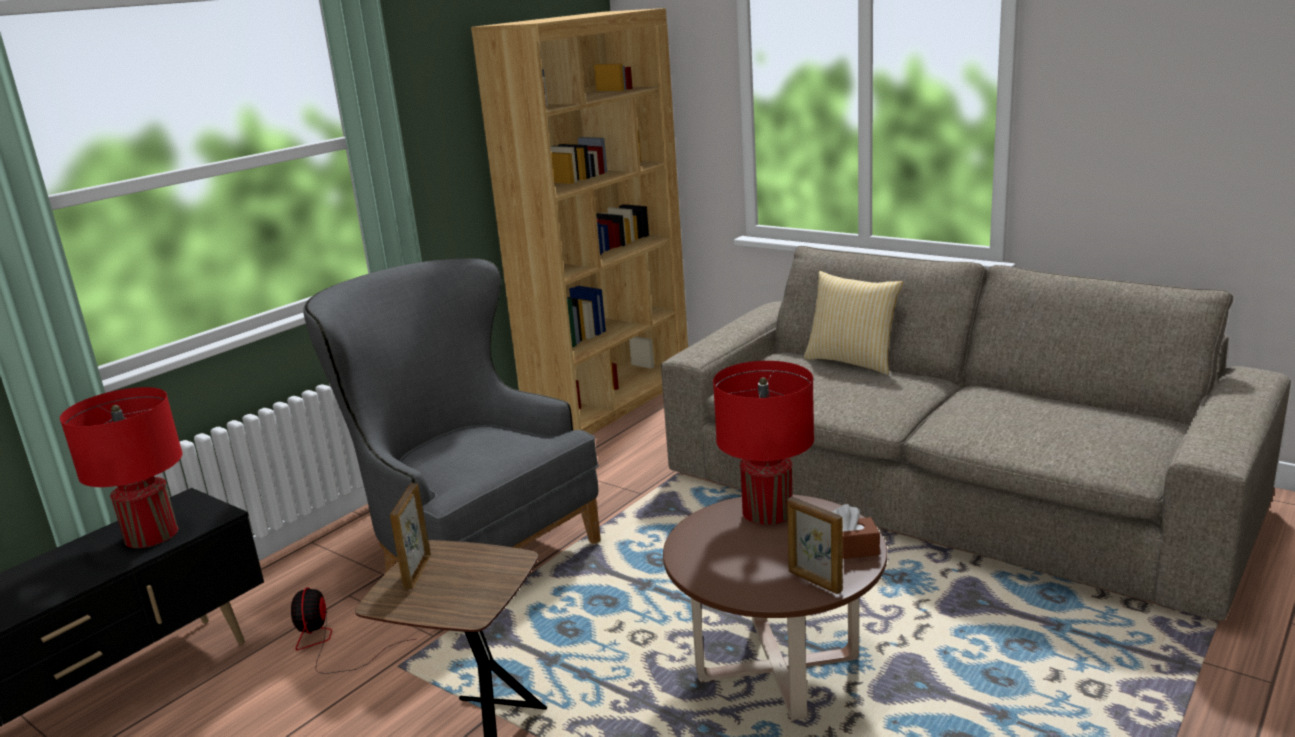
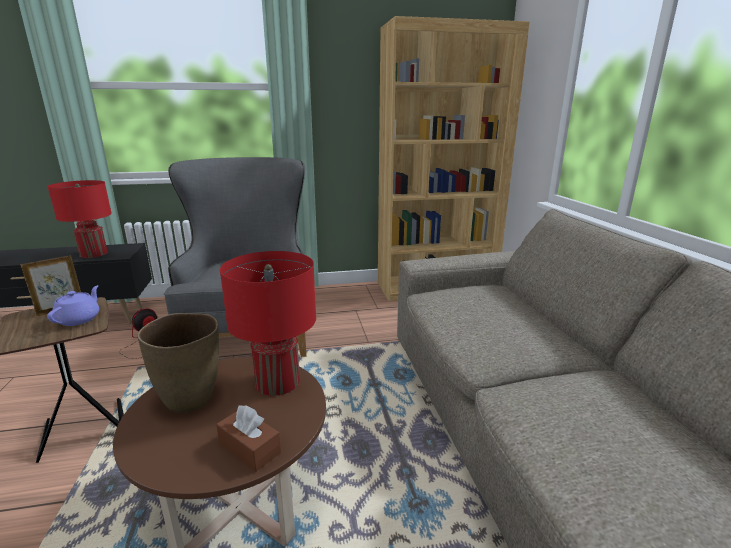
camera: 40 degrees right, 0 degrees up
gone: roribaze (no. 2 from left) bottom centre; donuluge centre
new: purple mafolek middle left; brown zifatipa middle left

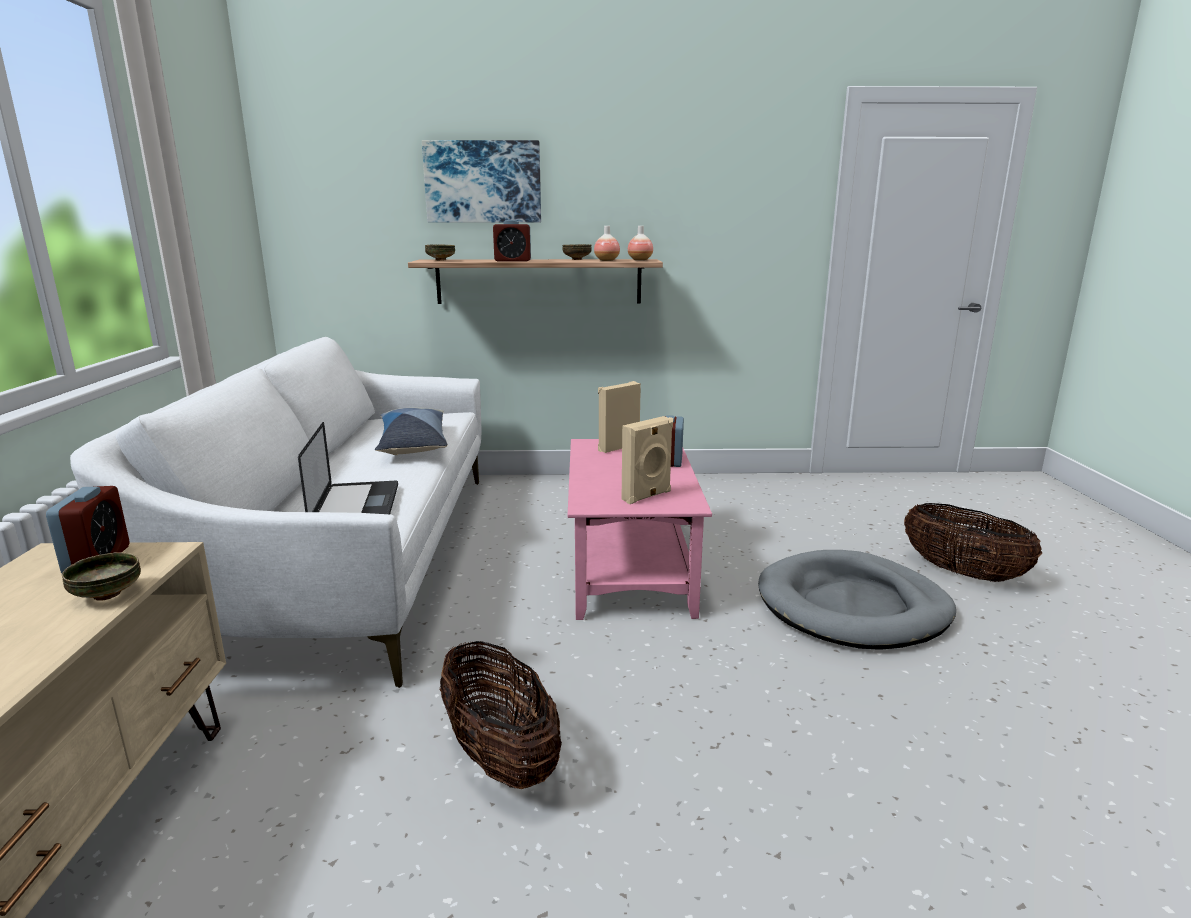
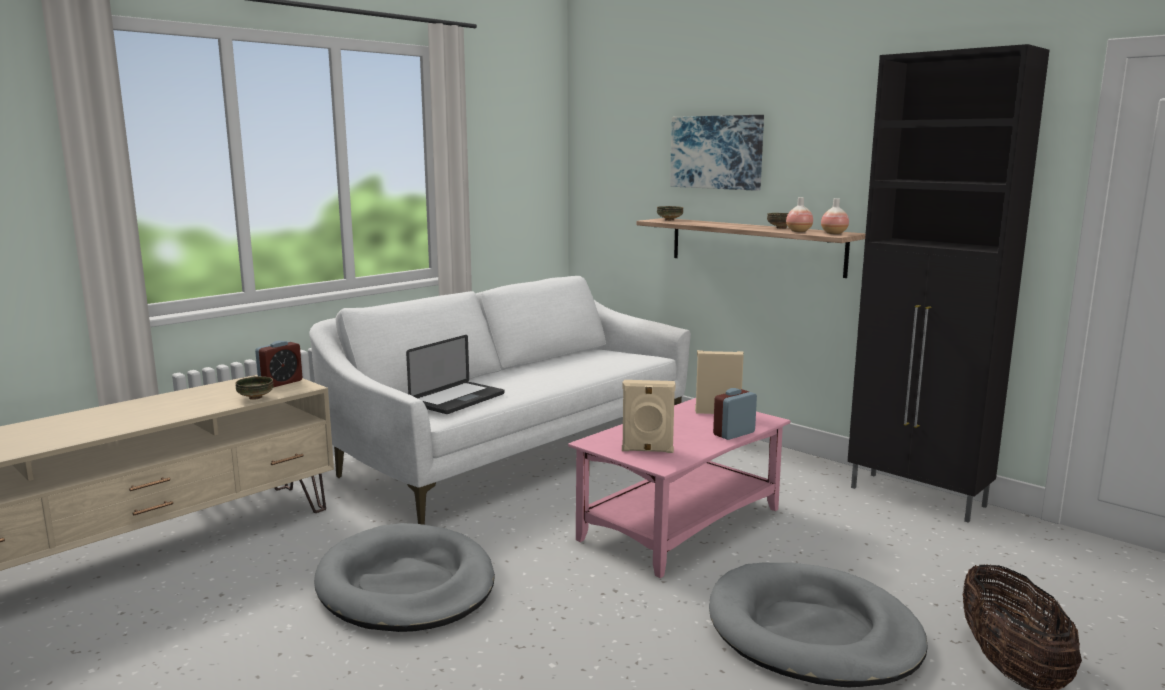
camera: 45 degrees right, 5 degrees down
gone: donuluge centre; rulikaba (no. 2 from left) top centre
new: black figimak middle right
swapped: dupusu (no. 1 from left) bottom centre to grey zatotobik (no. 1 from left) bottom centre

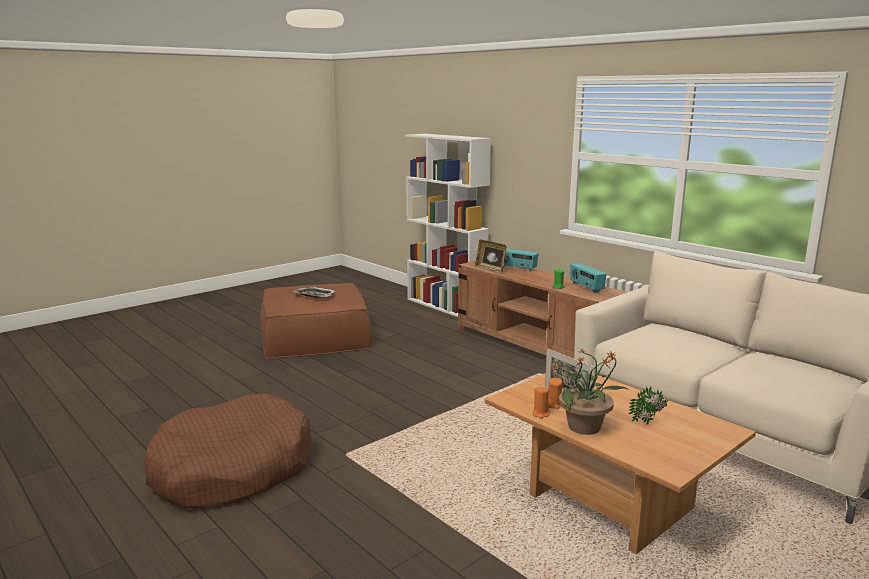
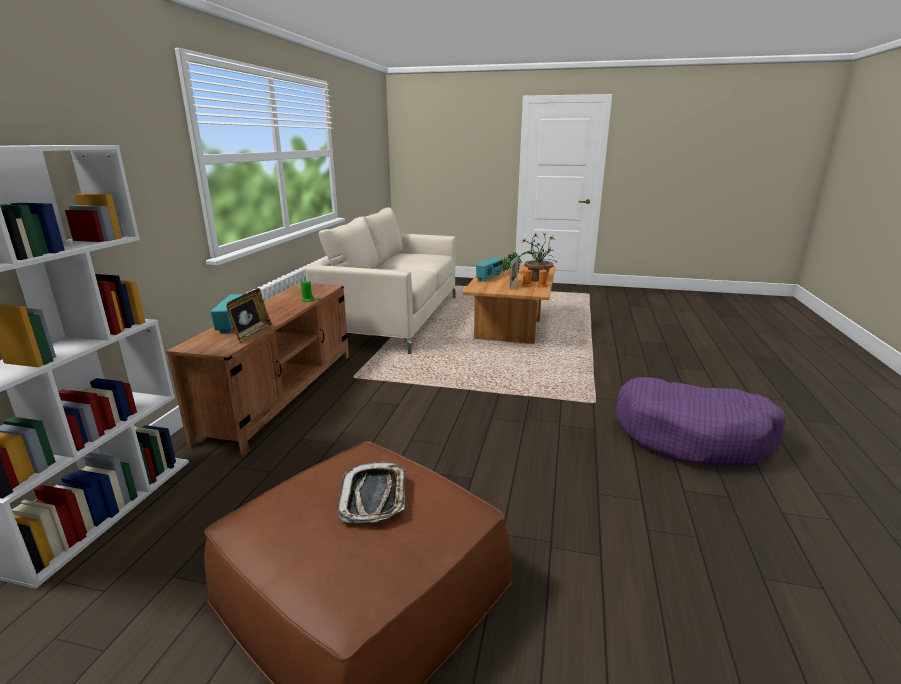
camera: 125 degrees left, 5 degrees up
shifted: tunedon (no. 2 from left) middle right to centre
repainted: brown zatotobik bottom left to purple zatotobik middle right

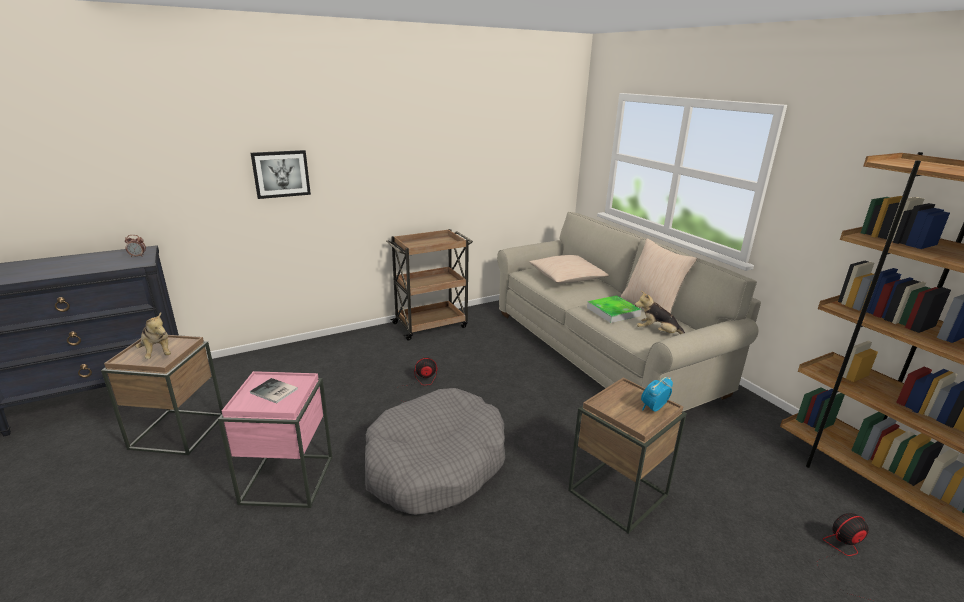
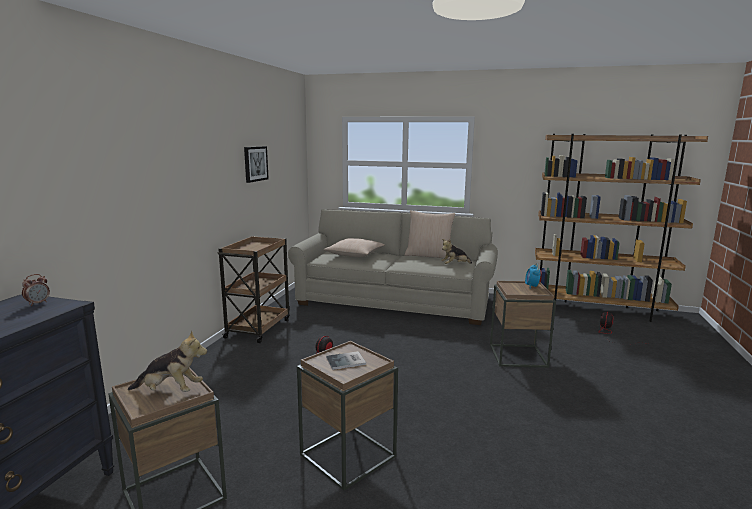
camera: 45 degrees left, 10 degrees down
gone: grey zatotobik bottom centre; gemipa centre
shifted: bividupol top left to top centre
repainted: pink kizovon bottom left to brown kizovon (no. 2 from left) bottom centre

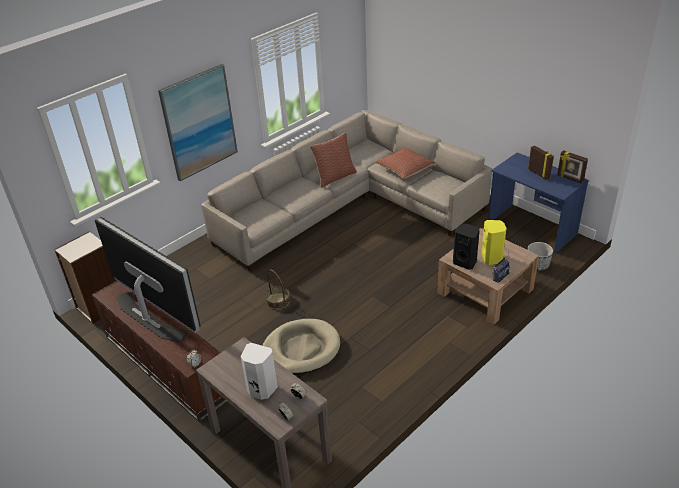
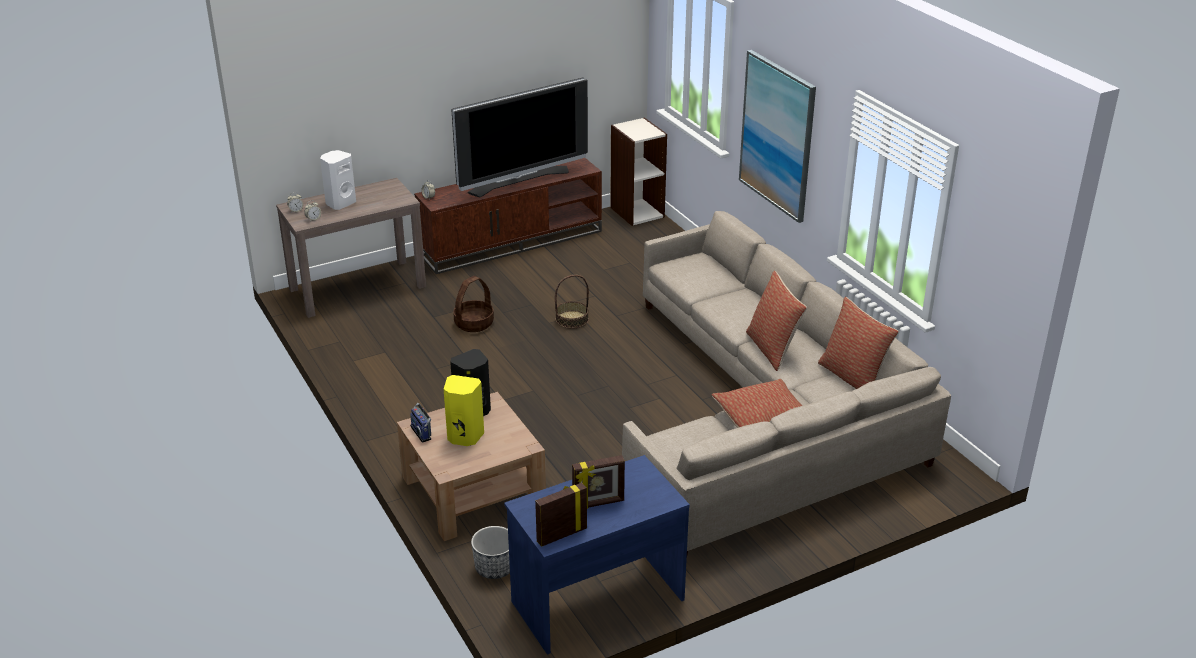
camera: 105 degrees right, 5 degrees down
new: donuluge (no. 3 from left) middle right
swapped: beige zatotobik bottom centre to dupusu (no. 1 from left) centre

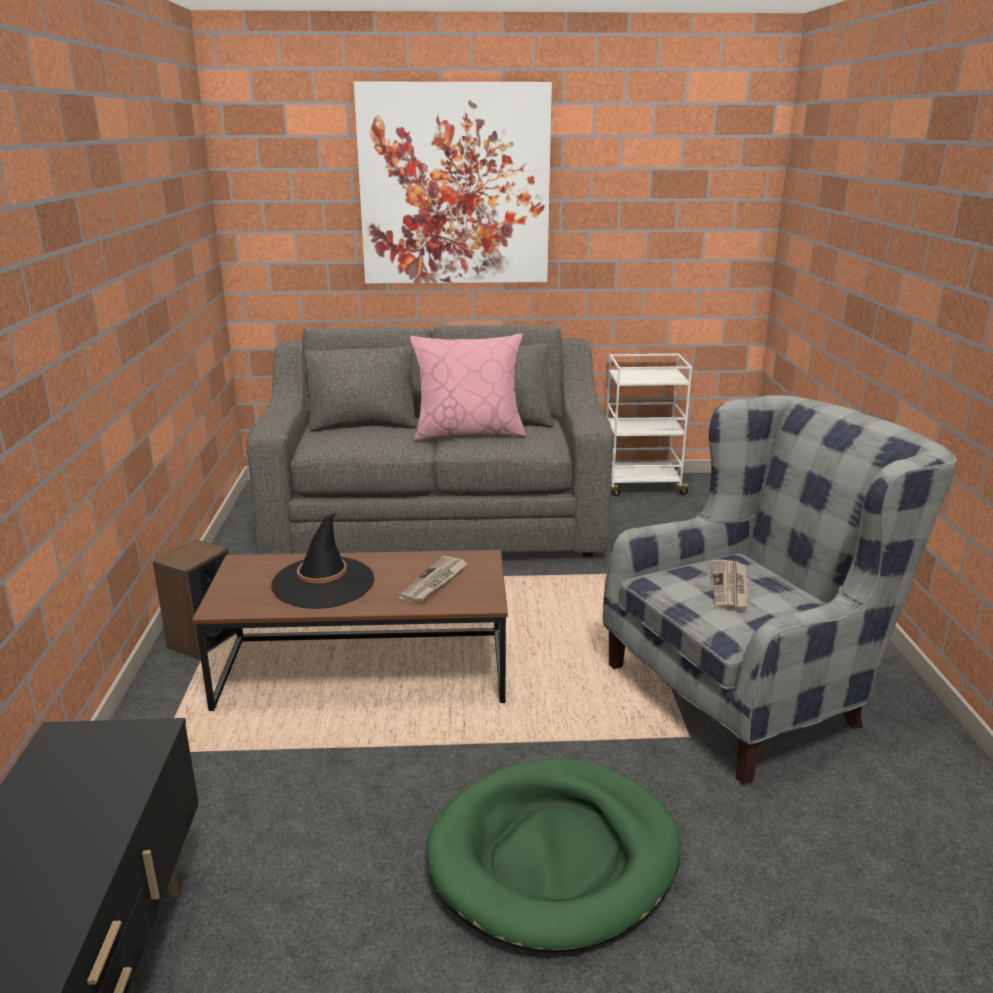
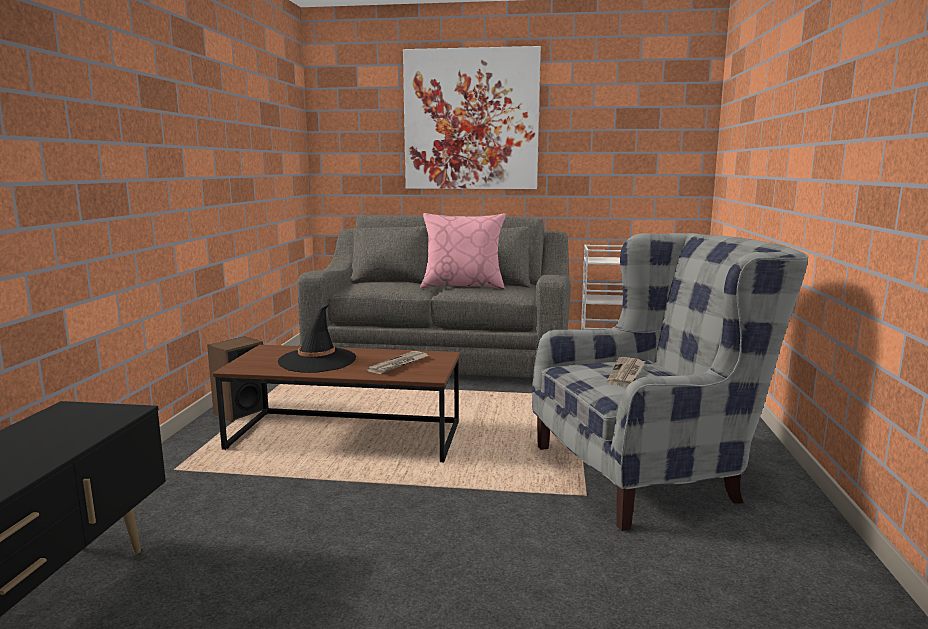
camera: 10 degrees right, 10 degrees down
gone: green zatotobik bottom centre

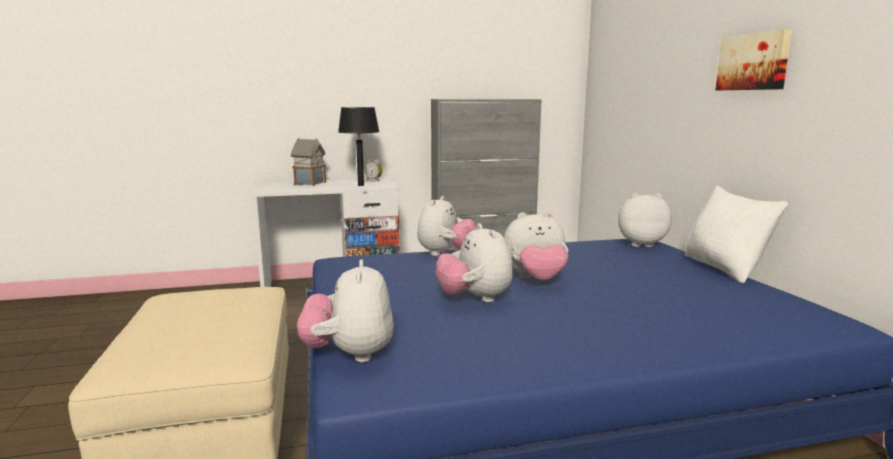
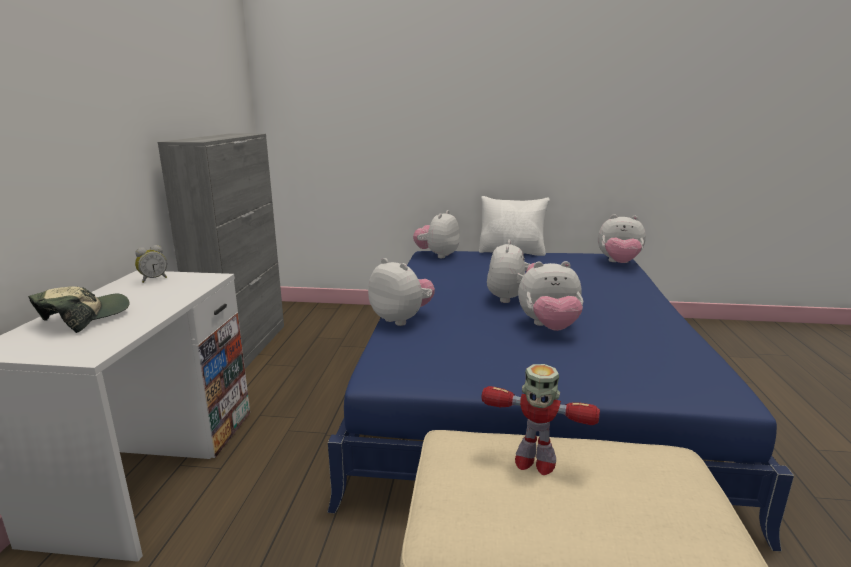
camera: 70 degrees left, 5 degrees up
gone: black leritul top centre; bividupol top right
new: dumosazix bottom centre
shifted: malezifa (no. 1 from left in the first image) bottom centre to malezifa (no. 5 from left) middle right
swapped: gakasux centre to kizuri middle left

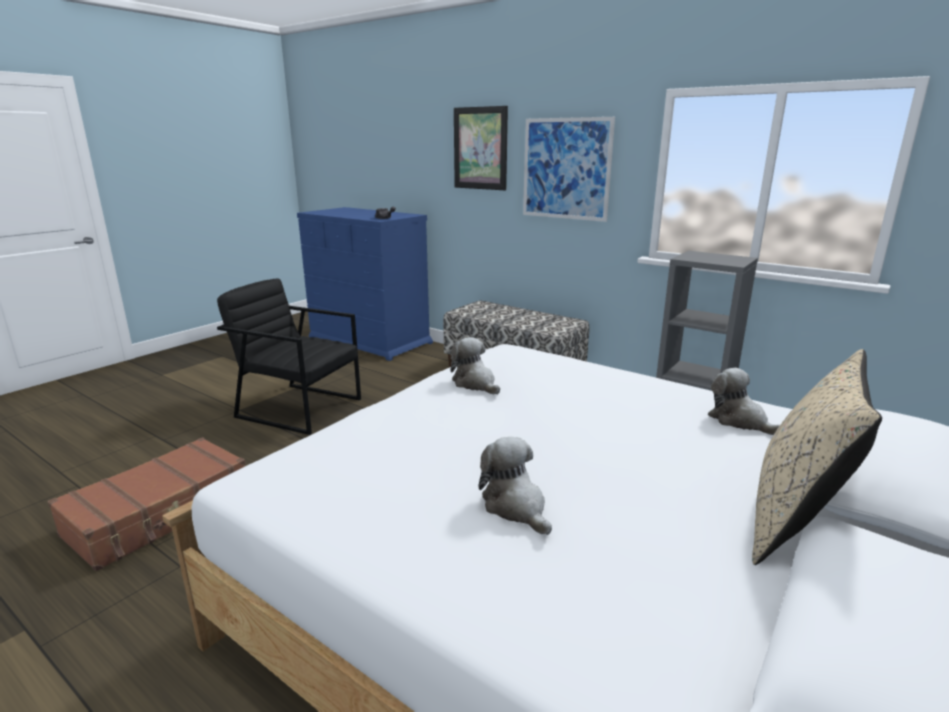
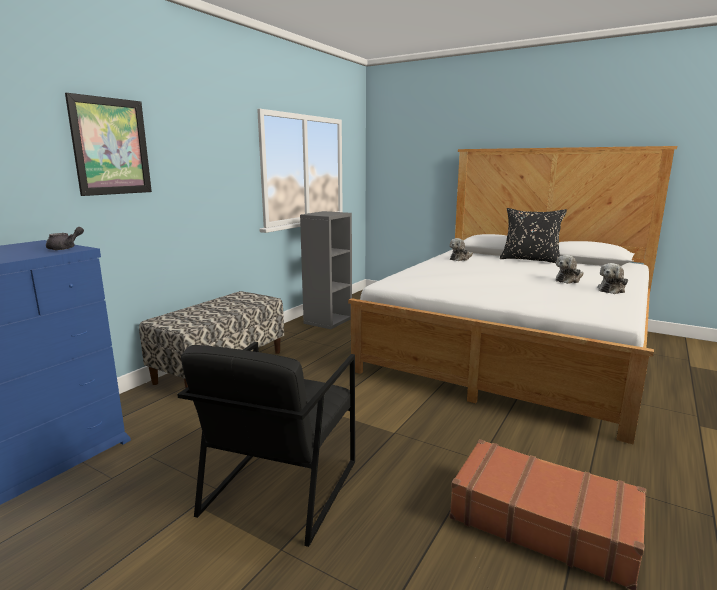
camera: 95 degrees left, 5 degrees down
gone: bividupol (no. 2 from left) top centre
shifted: malezifa (no. 1 from left in the first image) centre to malezifa (no. 3 from left) middle right
repainted: beige donuluge middle right to black donuluge middle right

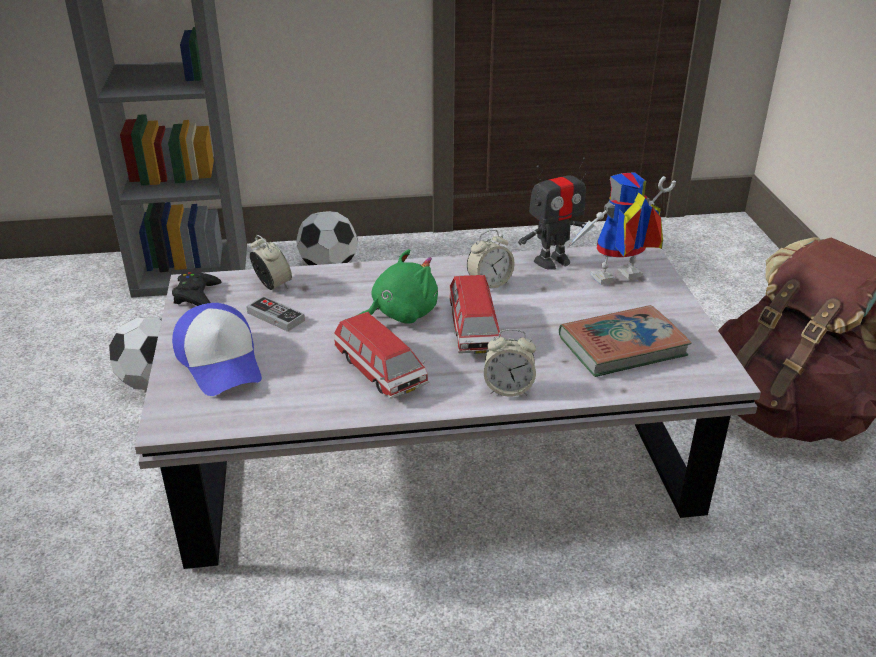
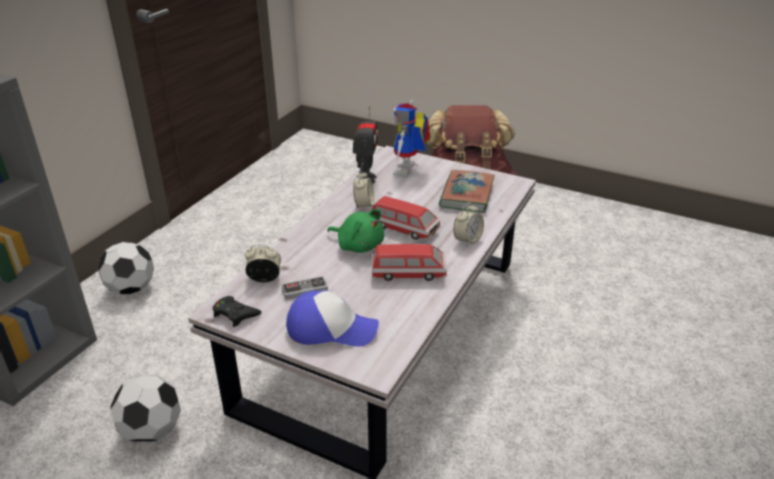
camera: 55 degrees left, 0 degrees up
rotated: green malezifa centre = centre 120 degrees clockwise

